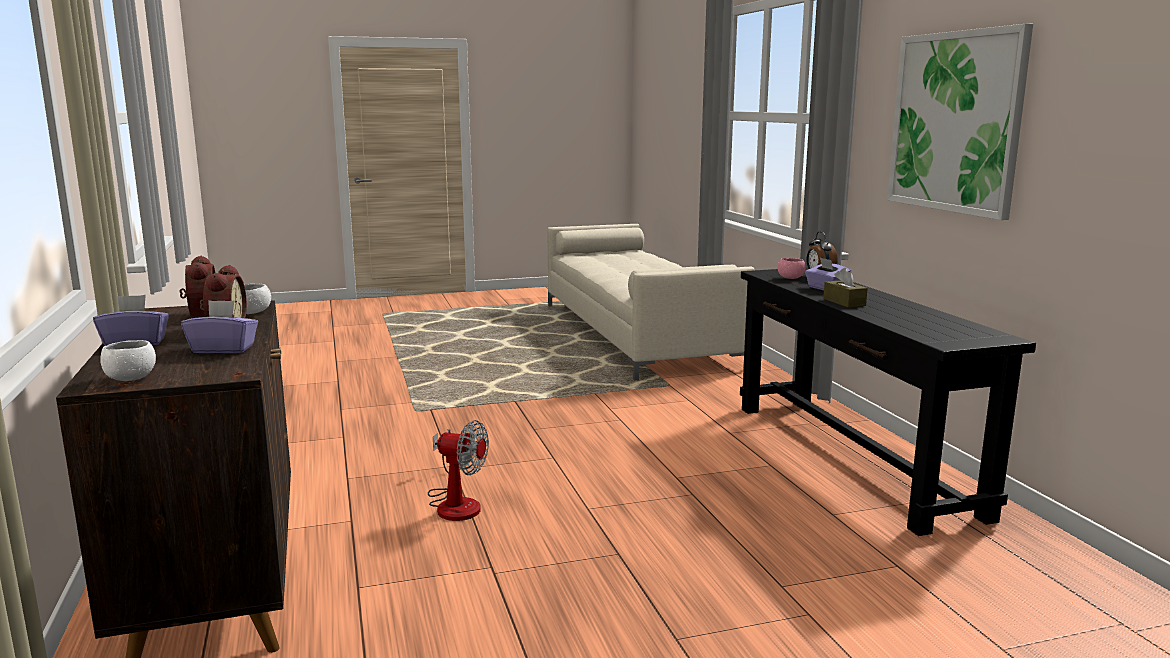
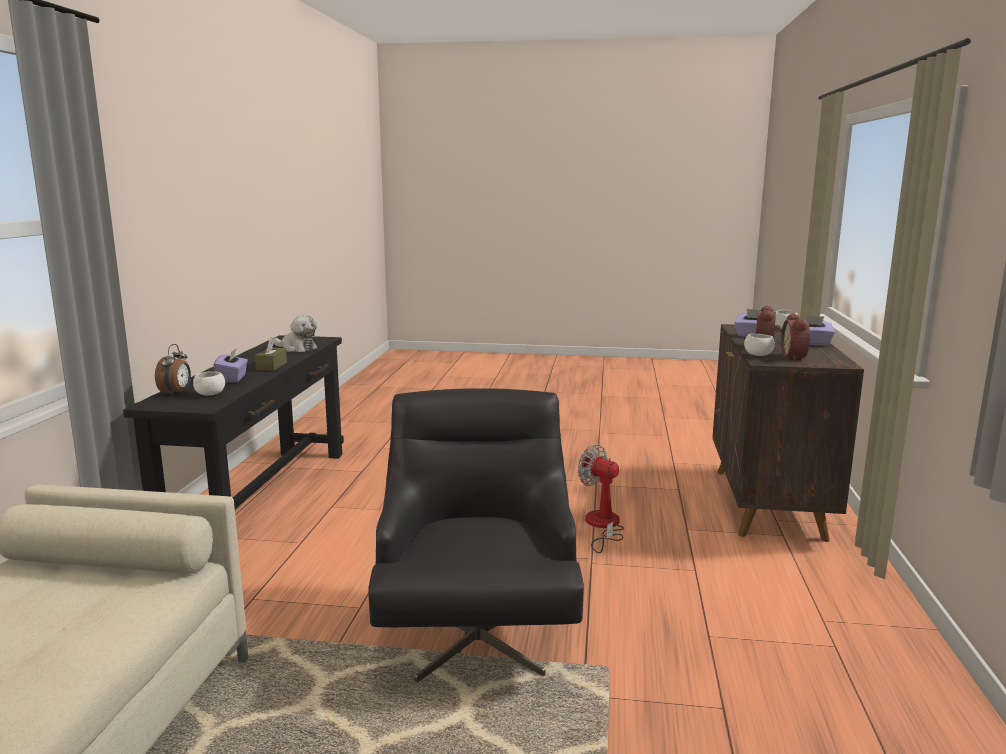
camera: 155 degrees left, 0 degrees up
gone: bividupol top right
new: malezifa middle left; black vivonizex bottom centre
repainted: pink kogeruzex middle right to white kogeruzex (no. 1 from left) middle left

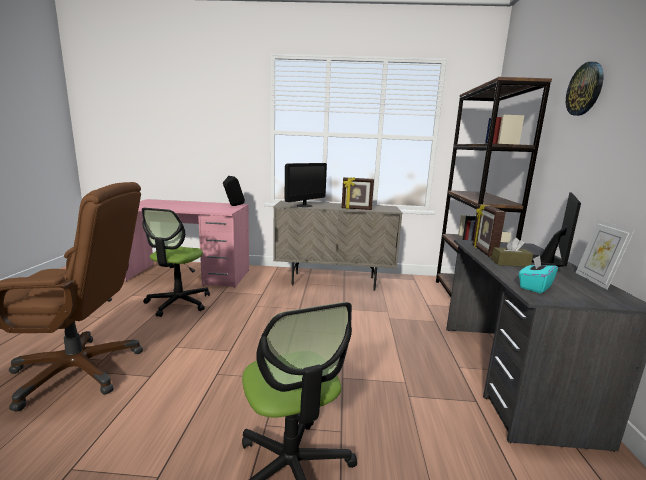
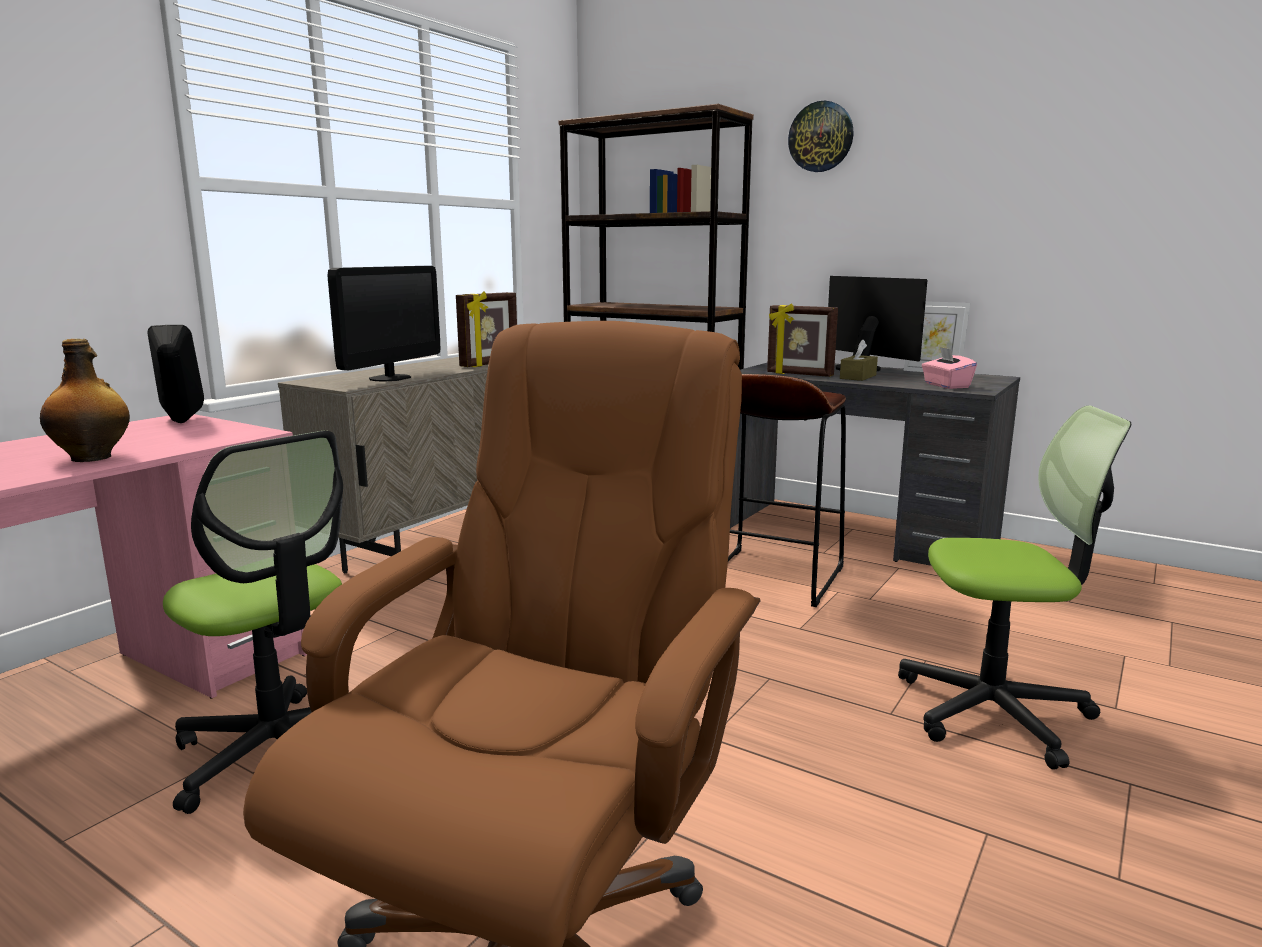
camera: 60 degrees left, 0 degrees up
new: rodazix middle left; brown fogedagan centre
repainted: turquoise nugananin middle right to pink nugananin middle right
rotated: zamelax (no. 1 from left) centre = middle left 45 degrees clockwise

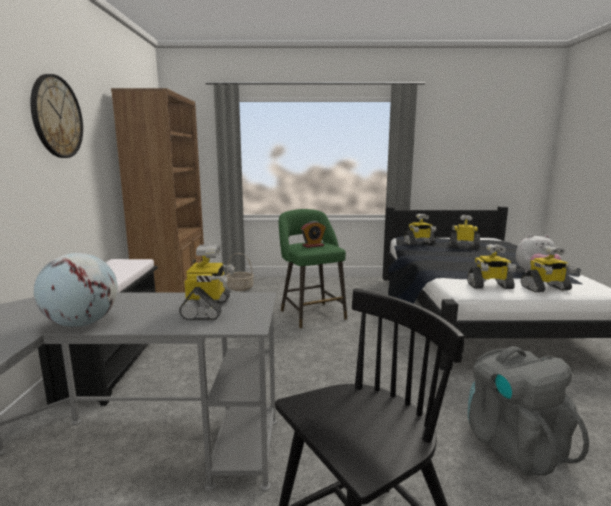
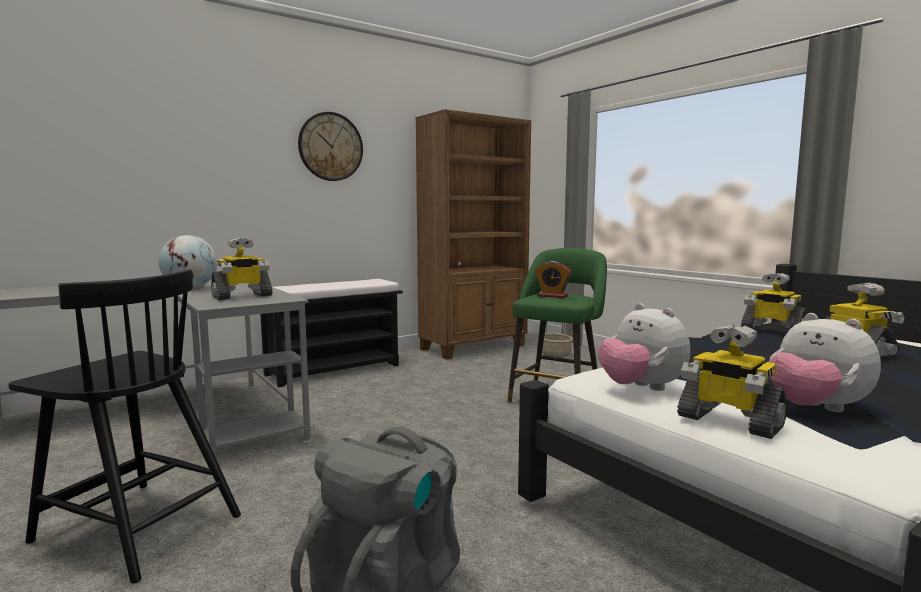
camera: 55 degrees right, 5 degrees down
swapped: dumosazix (no. 4 from left) middle right to malezifa (no. 1 from left) middle right

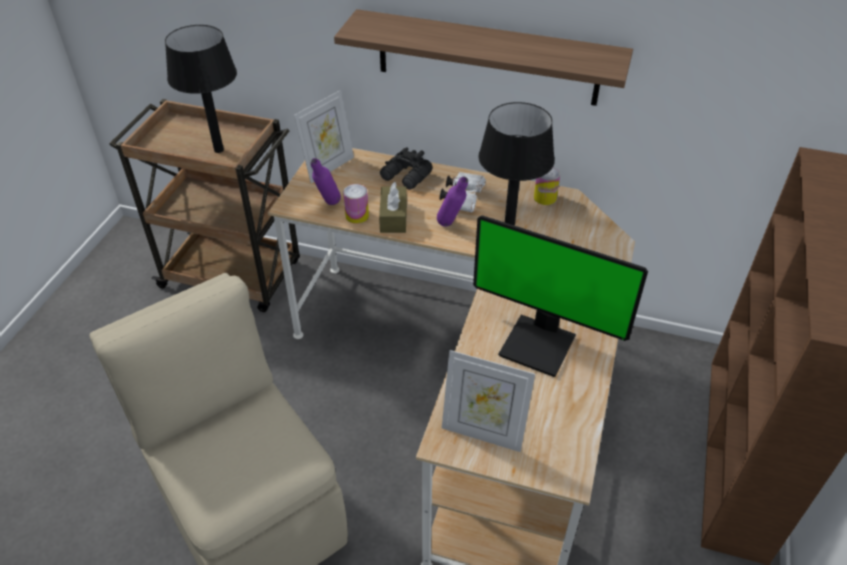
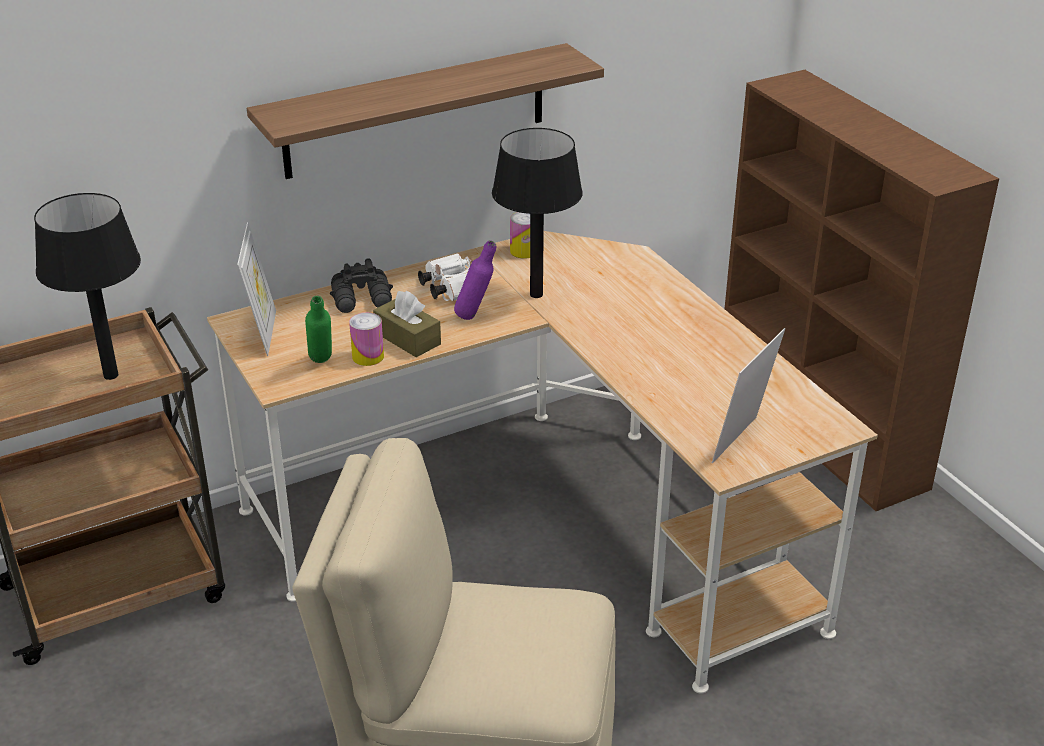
camera: 45 degrees left, 10 degrees down
gone: zamelax centre
repainted: purple rodazix (no. 1 from left) top centre to green rodazix middle left
rotated: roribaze (no. 2 from left) bottom centre = middle right 150 degrees clockwise

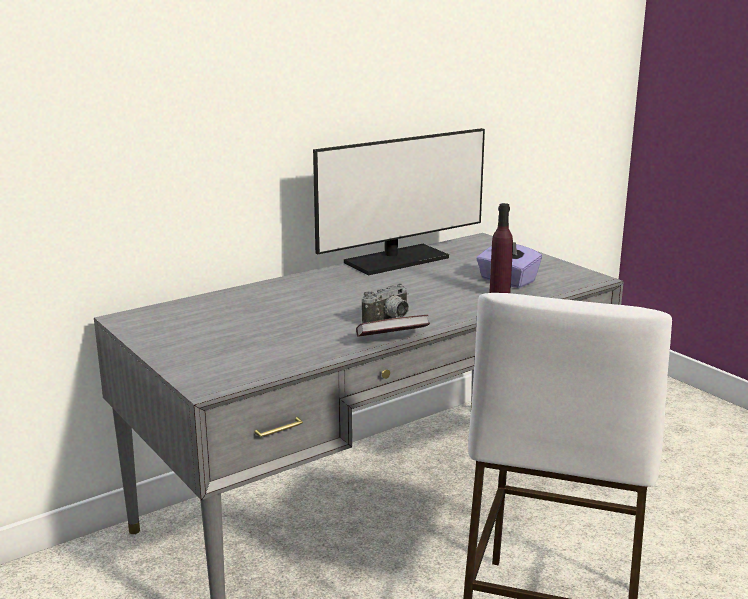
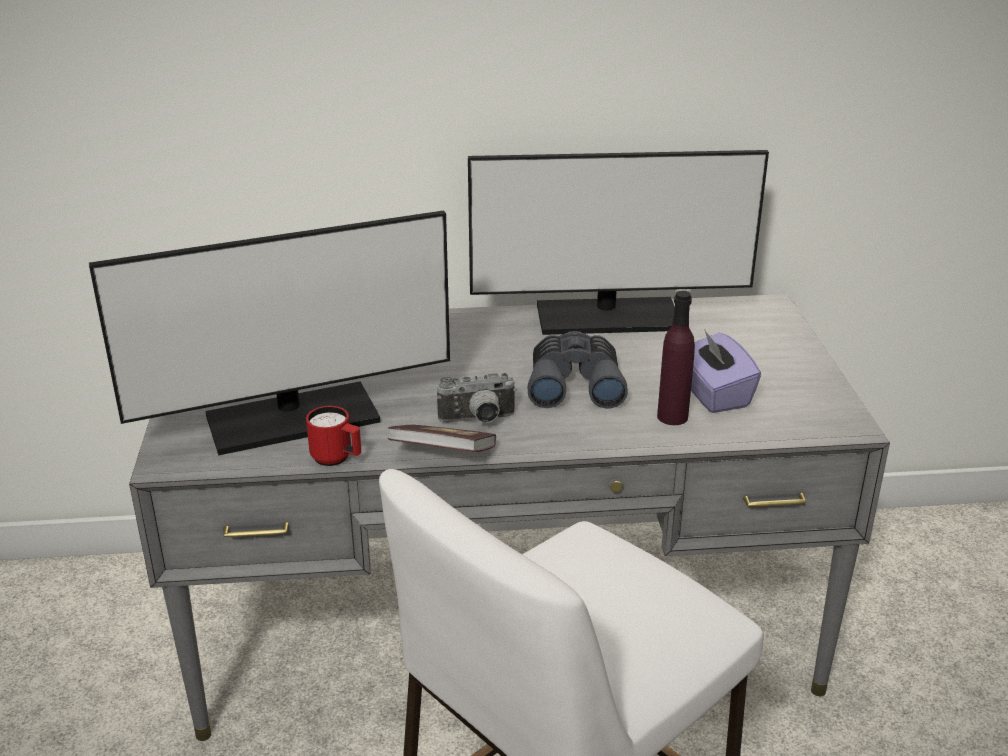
camera: 30 degrees right, 10 degrees up
new: zamelax (no. 1 from left) middle left; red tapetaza middle left; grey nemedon centre

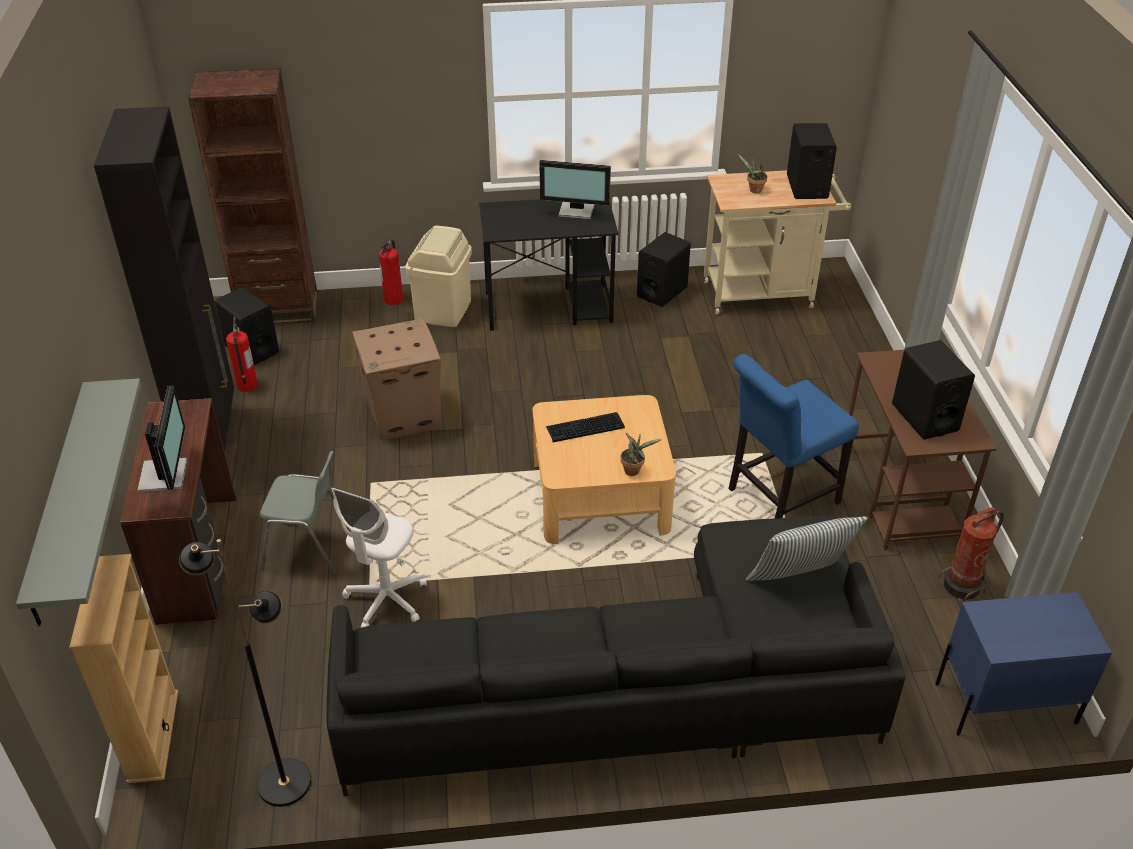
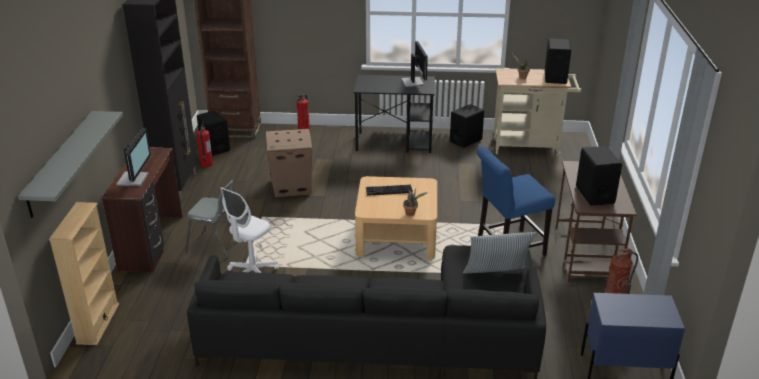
camera: 10 degrees right, 10 degrees down
gone: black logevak bottom left; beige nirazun top centre
rotated: zamelax (no. 2 from left) top centre = top centre 120 degrees counterclockwise

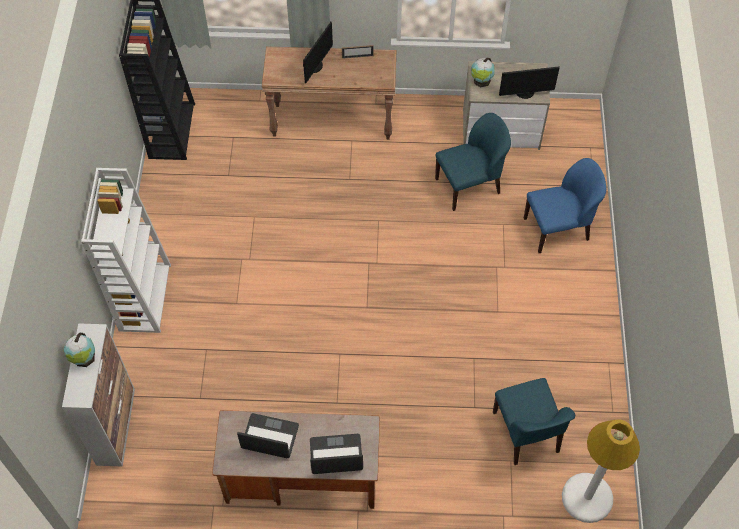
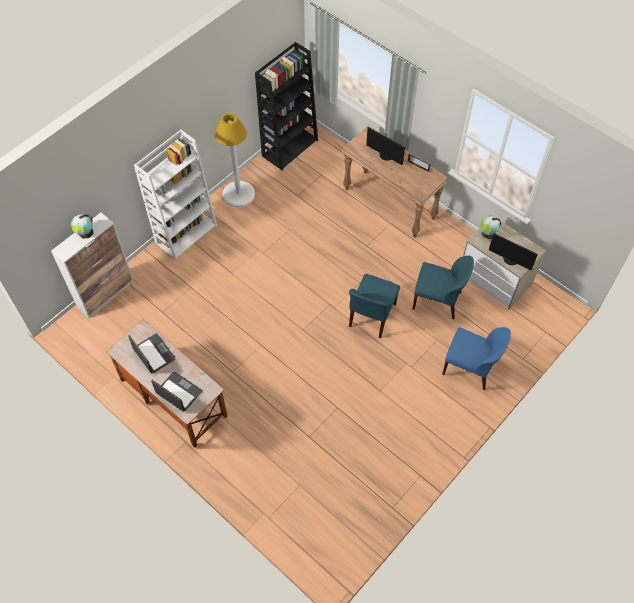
camera: 40 degrees right, 0 degrees up
shifted: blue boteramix (no. 2 from left in the first image) bottom right to blue boteramix (no. 1 from left) centre; white logevak bottom right to top centre
rotated: zamelax (no. 1 from left) top centre = top centre 60 degrees clockwise

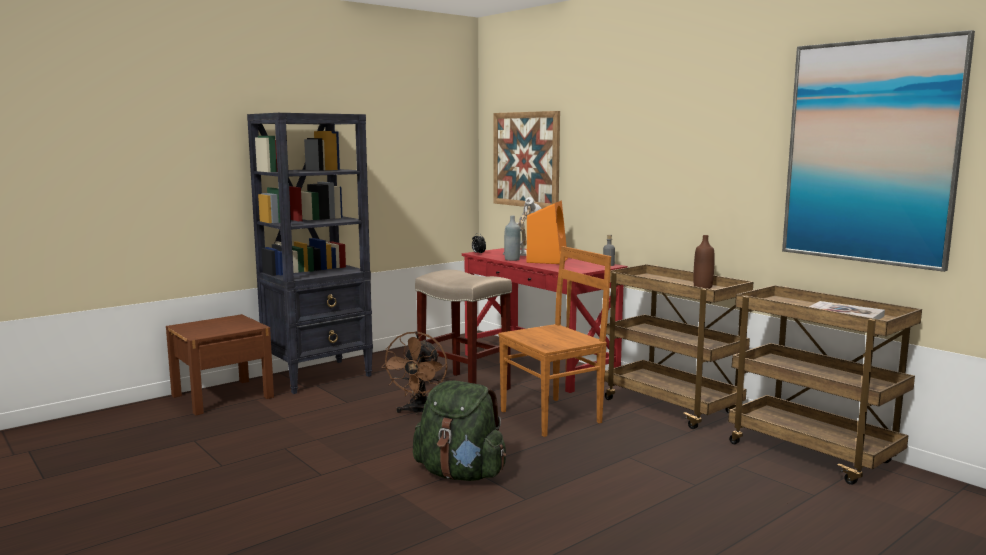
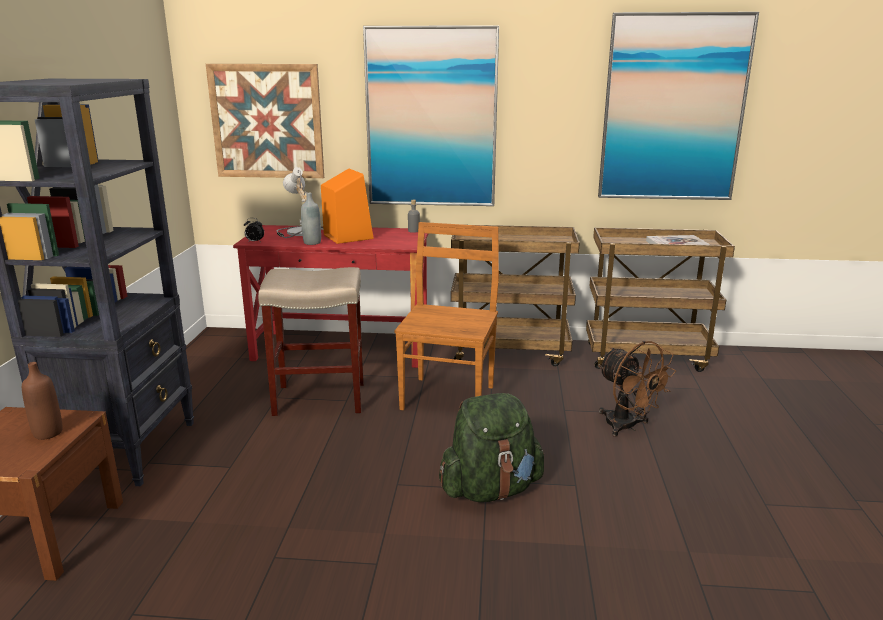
camera: 45 degrees left, 10 degrees up
new: bividupol (no. 2 from left) top centre
shifted: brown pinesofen bottom centre to middle right; brown rodazix middle right to middle left

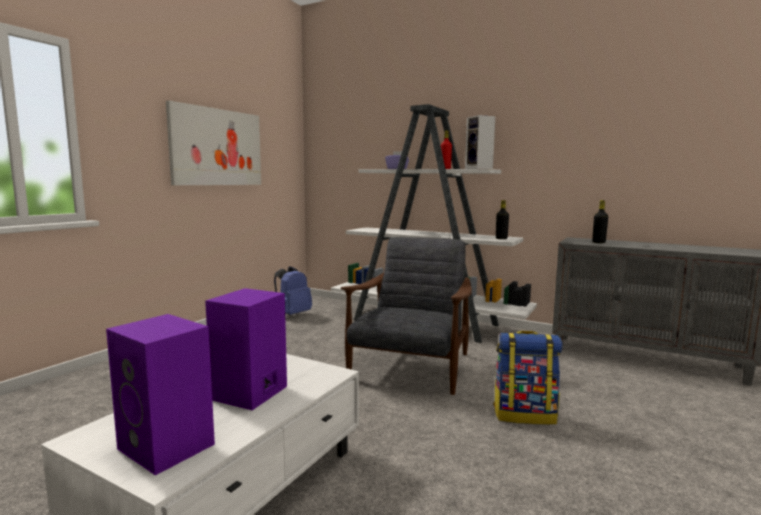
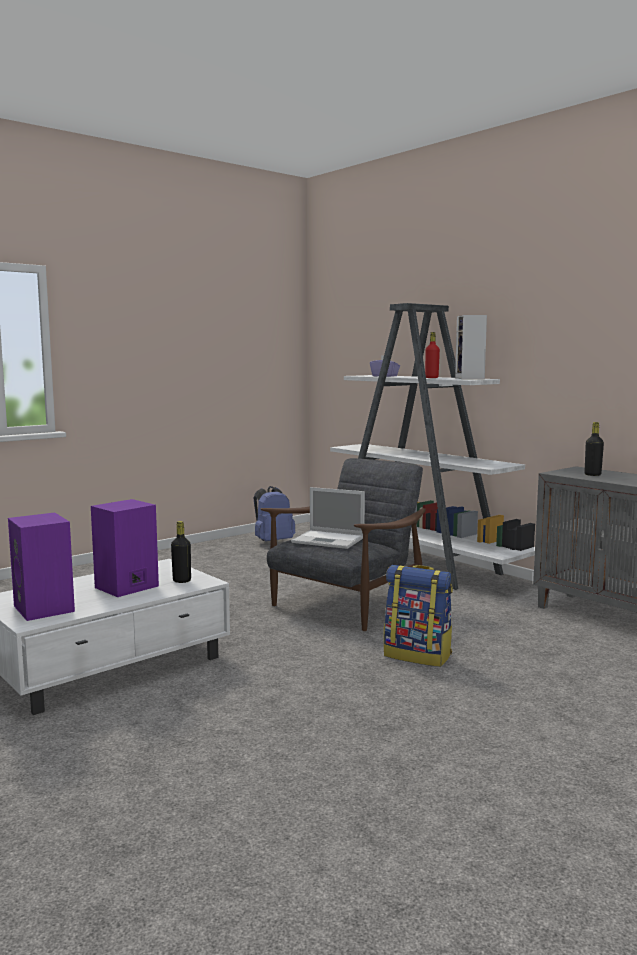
camera: 20 degrees right, 0 degrees up
gone: bividupol top left
new: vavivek centre
shifted: black rodazix (no. 1 from left) centre to middle left

